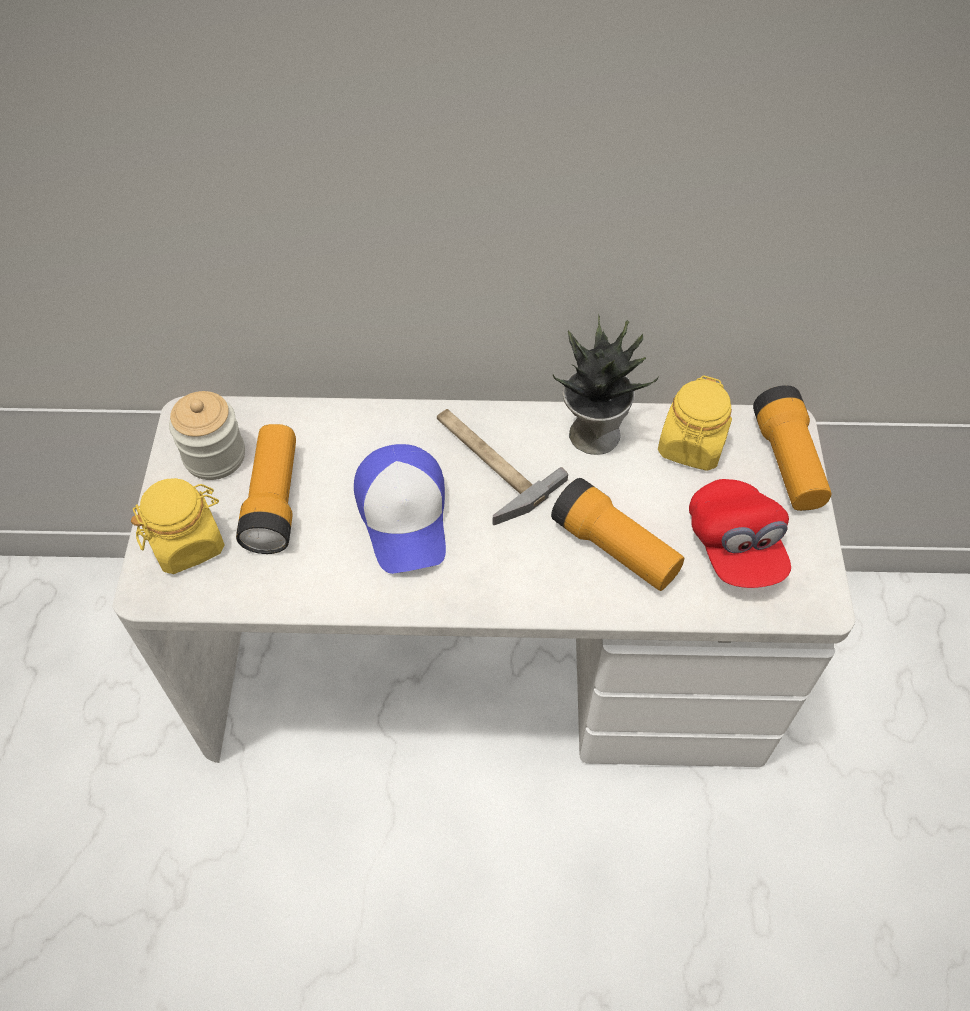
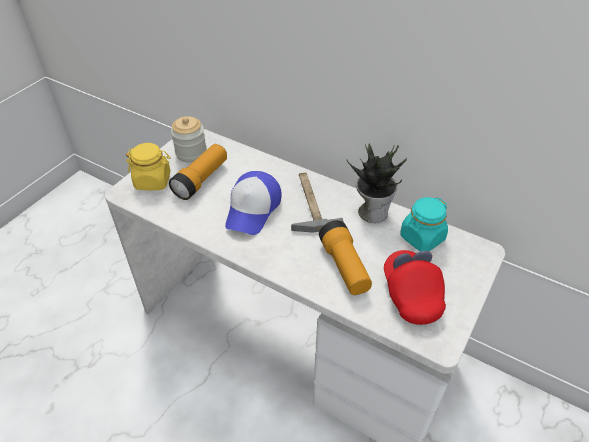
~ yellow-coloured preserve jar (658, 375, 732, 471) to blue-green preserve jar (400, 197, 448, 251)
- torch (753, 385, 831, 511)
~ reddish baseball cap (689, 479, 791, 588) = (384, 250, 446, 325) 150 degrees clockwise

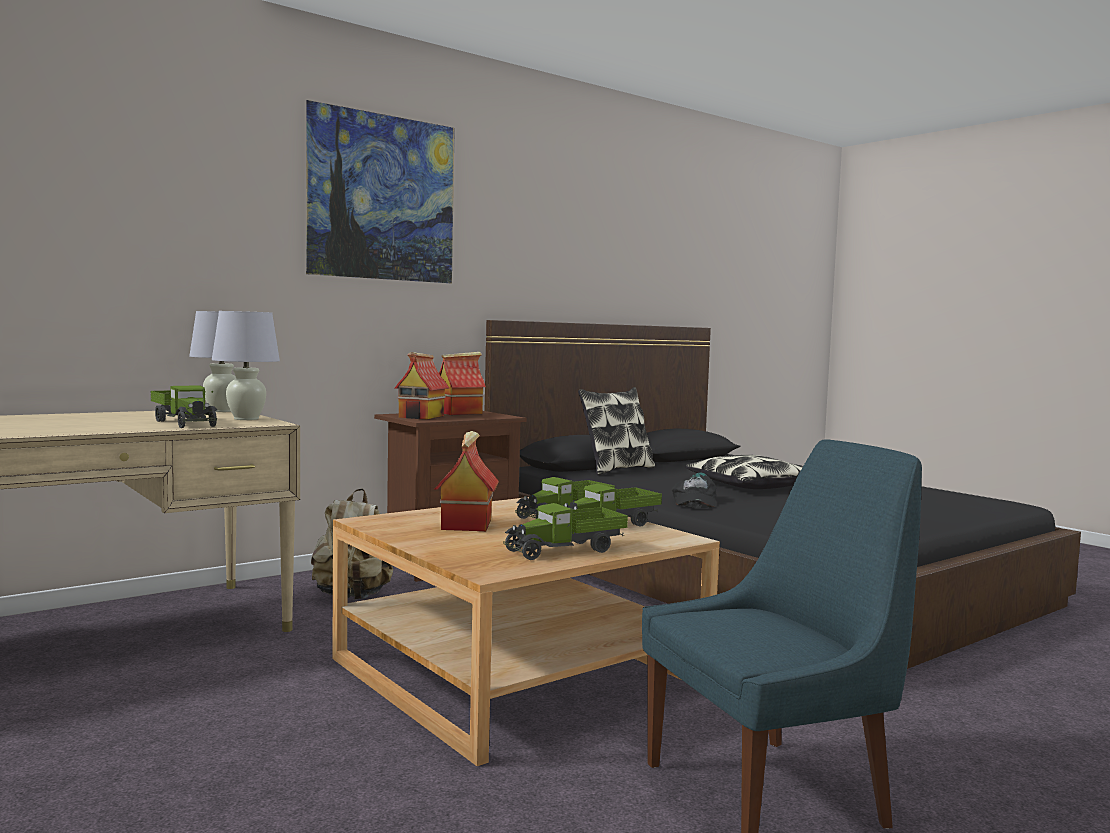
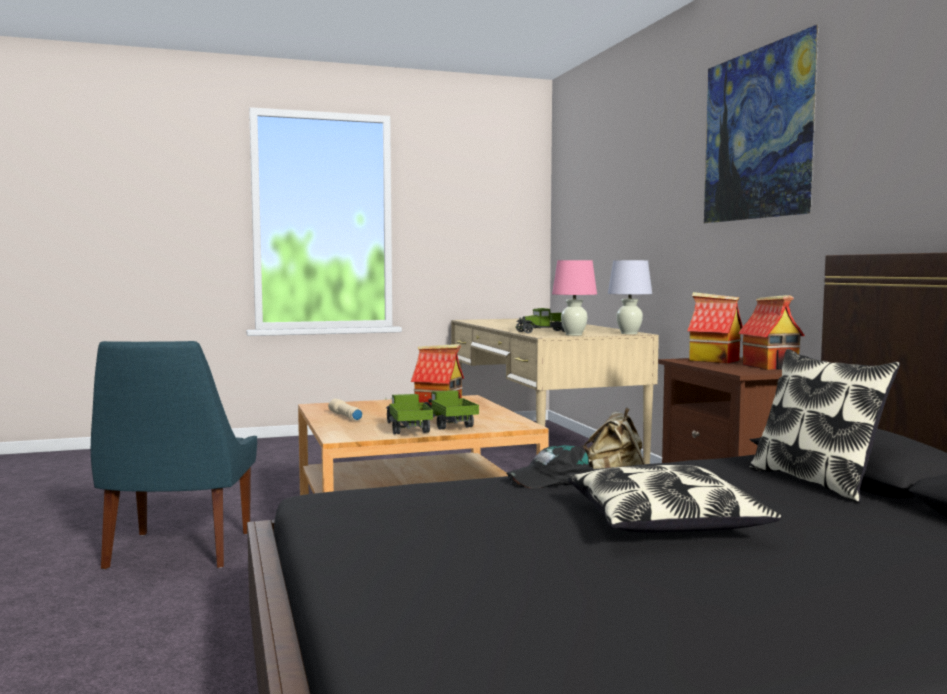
~ whitish table lamp (212, 311, 280, 420) to pink-coloured table lamp (552, 260, 597, 336)
~ black baseball cap (672, 472, 717, 508) = (507, 445, 593, 488) 45 degrees counterclockwise
~ toy truck (505, 503, 628, 560) to beige-coloured torch (328, 399, 363, 421)

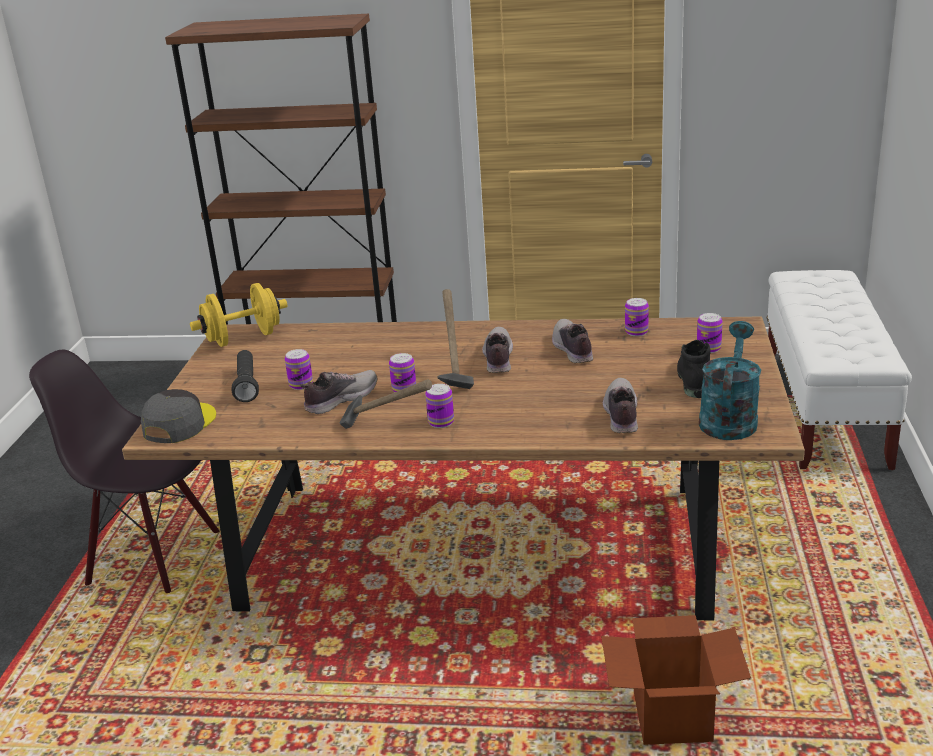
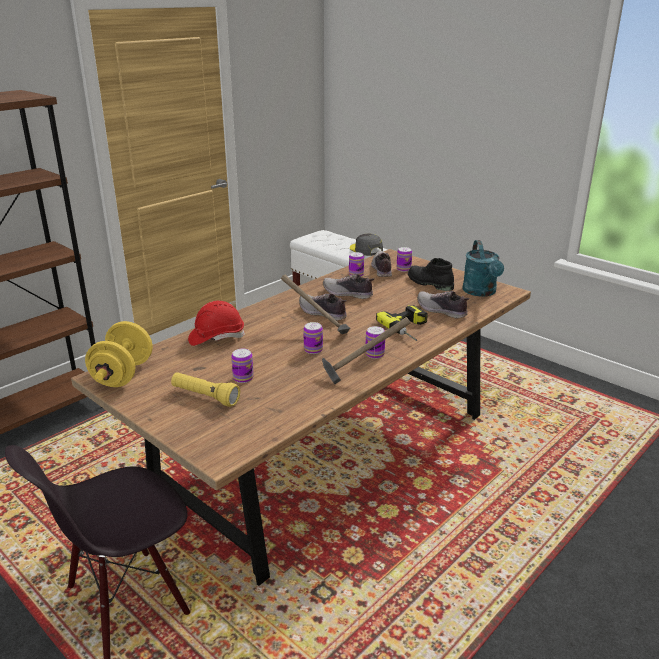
~ blue-green watering pot (699, 321, 761, 440) = (462, 240, 504, 297) 150 degrees counterclockwise
~ black torch (232, 350, 259, 402) to yellow-coloured torch (171, 372, 240, 407)
~ item of footwear (300, 370, 377, 414) to (371, 251, 392, 277)
~ gray baseball cap (141, 389, 216, 443) to (350, 234, 383, 256)
- cardboard box (601, 615, 751, 745)
+ reddish safety helmet (188, 301, 245, 346)
+ power drill (376, 305, 428, 341)

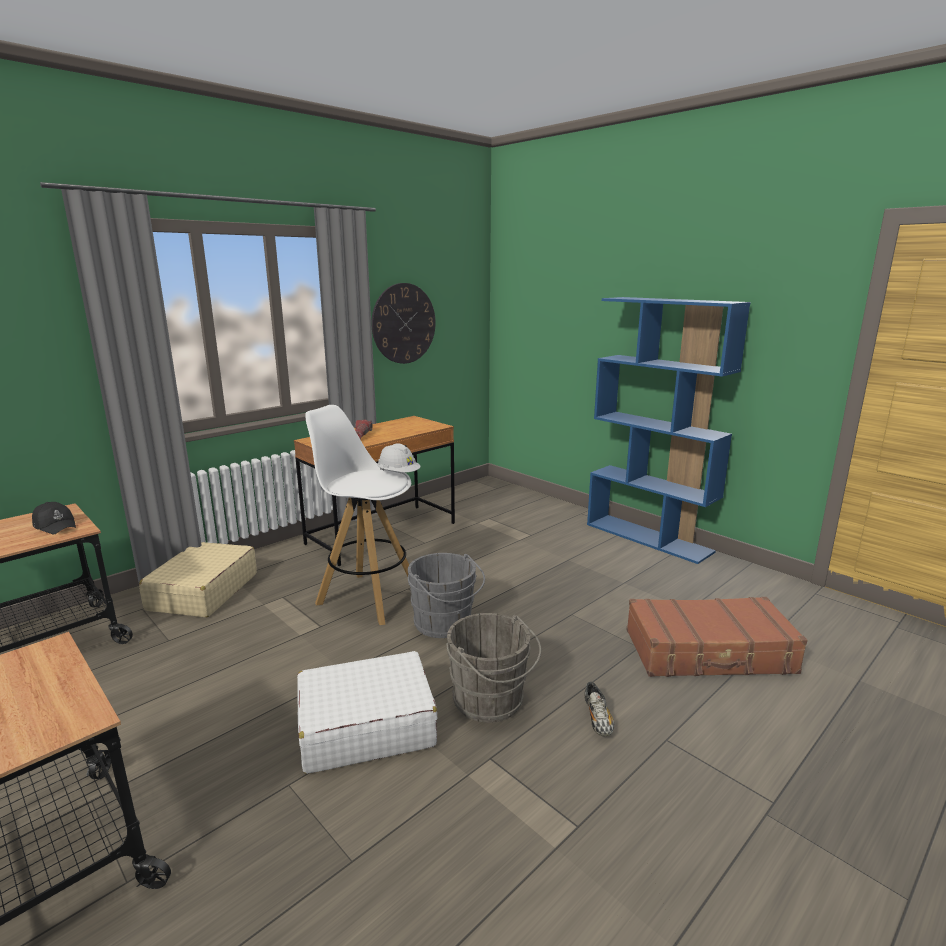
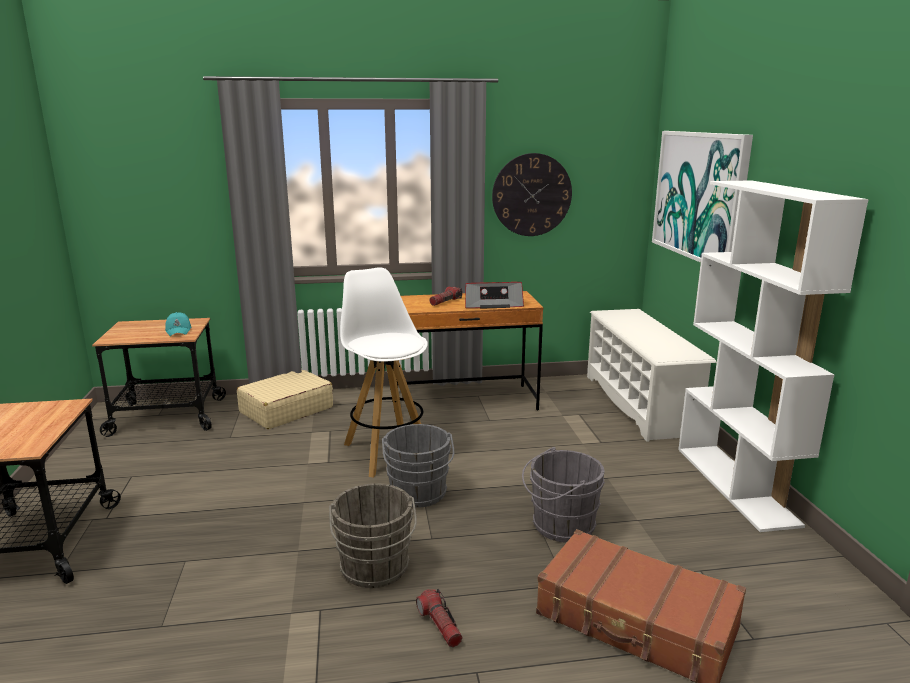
~ blue-coloured bookcase (587, 297, 751, 564) to whitish bookcase (678, 180, 869, 532)
- whitish safety helmet (377, 443, 421, 472)
~ black baseball cap (32, 502, 76, 534) to blue-green baseball cap (165, 312, 192, 336)
- whitish piece of luggage (297, 651, 437, 774)
~ item of footwear (584, 682, 614, 737) to torch (416, 589, 462, 647)
+ picture (652, 131, 753, 263)
+ radio set (465, 282, 524, 309)
+ whitish shoe shelf (587, 309, 717, 442)
+ gray bucket (522, 447, 605, 543)

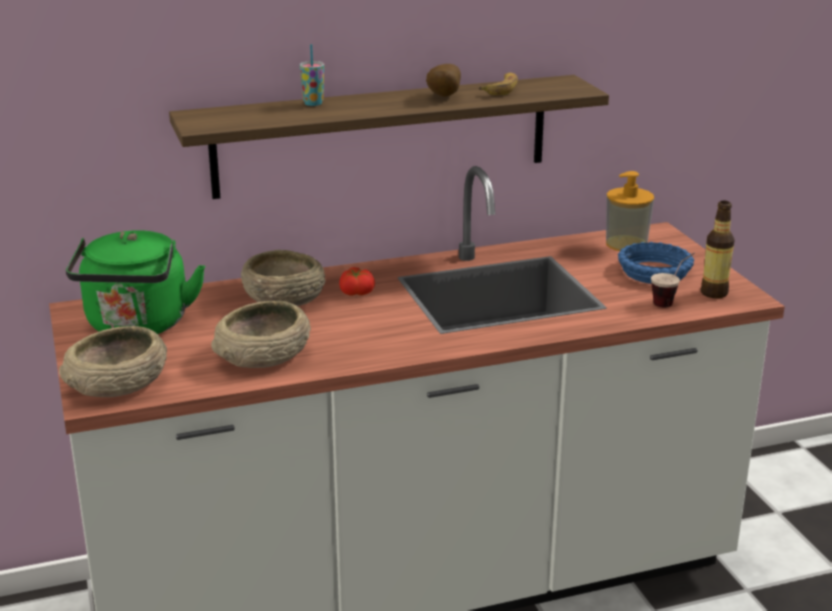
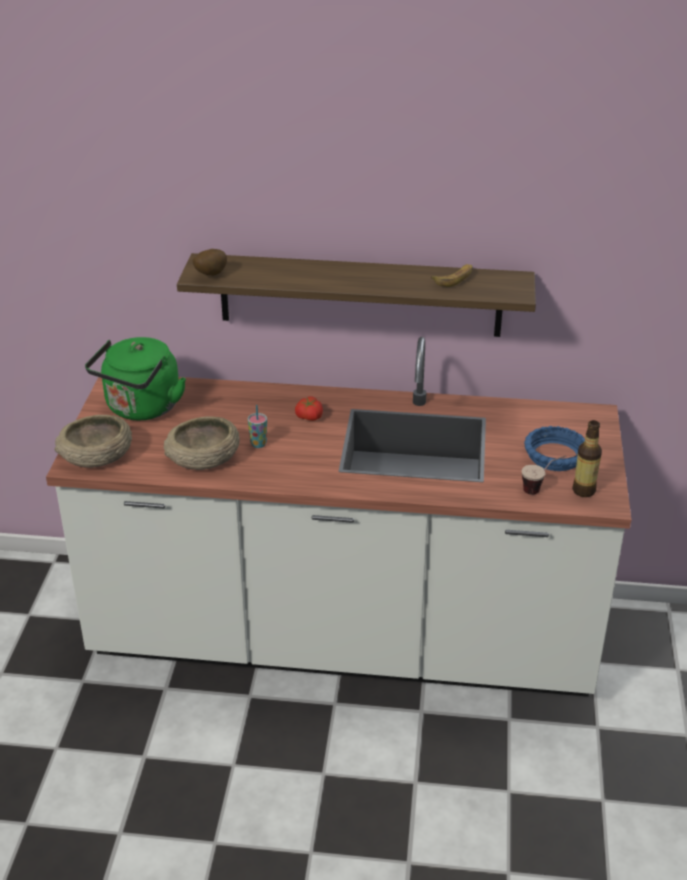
~ cup (300, 44, 324, 106) to (248, 405, 267, 448)
~ whole potato (426, 64, 461, 97) to (193, 249, 227, 276)
- liquid soap bottle (606, 171, 654, 251)
- beige-coloured serving bowl (241, 250, 325, 306)

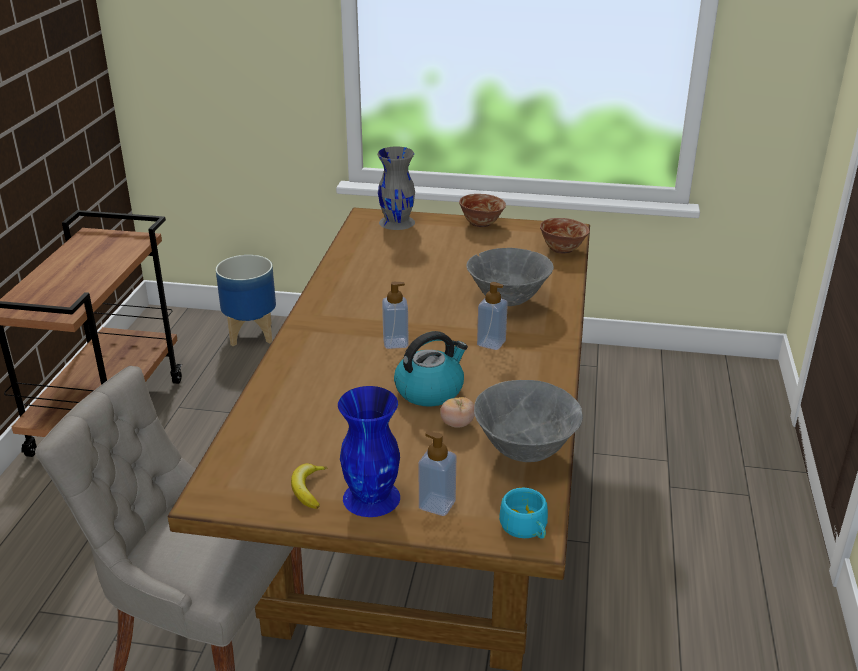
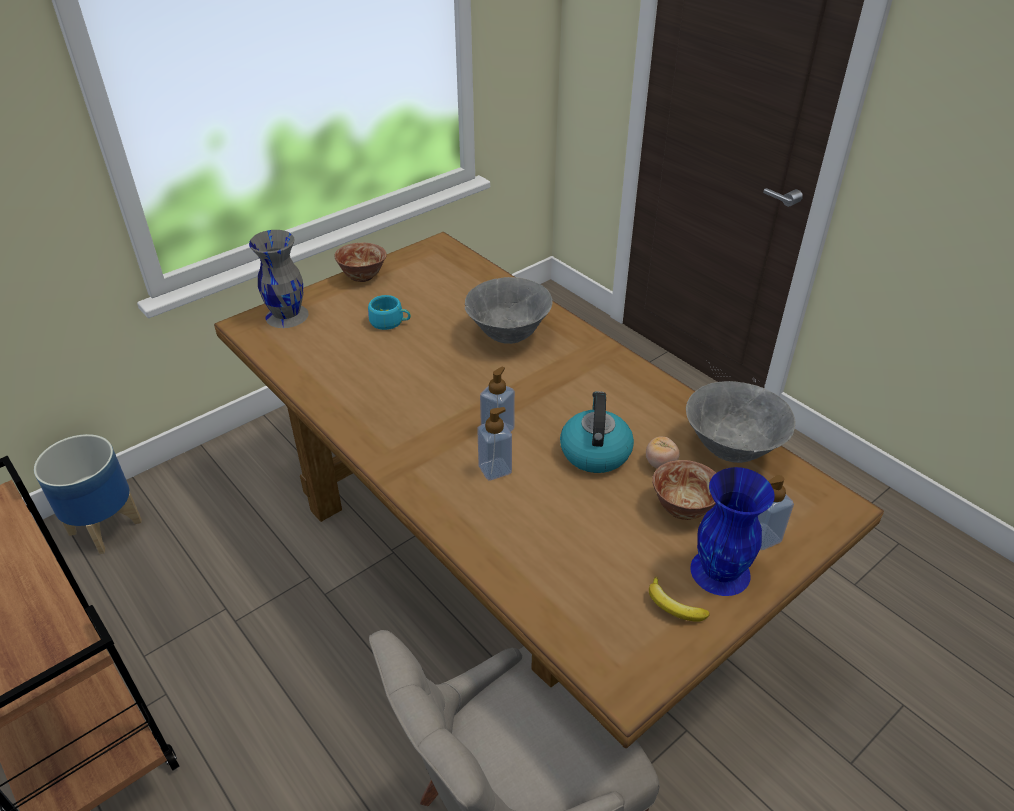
~ serving bowl (540, 218, 590, 254) to (652, 460, 716, 520)
~ liquid soap bottle (477, 282, 508, 350) to (477, 407, 512, 480)
~ blue-green cup (499, 488, 548, 539) to (368, 295, 411, 330)

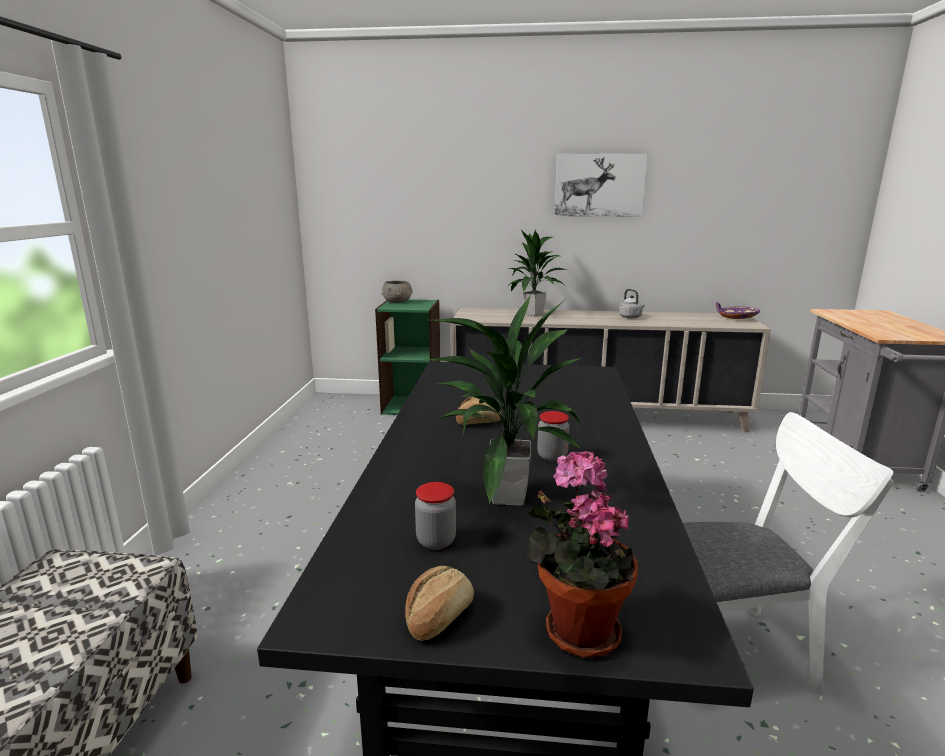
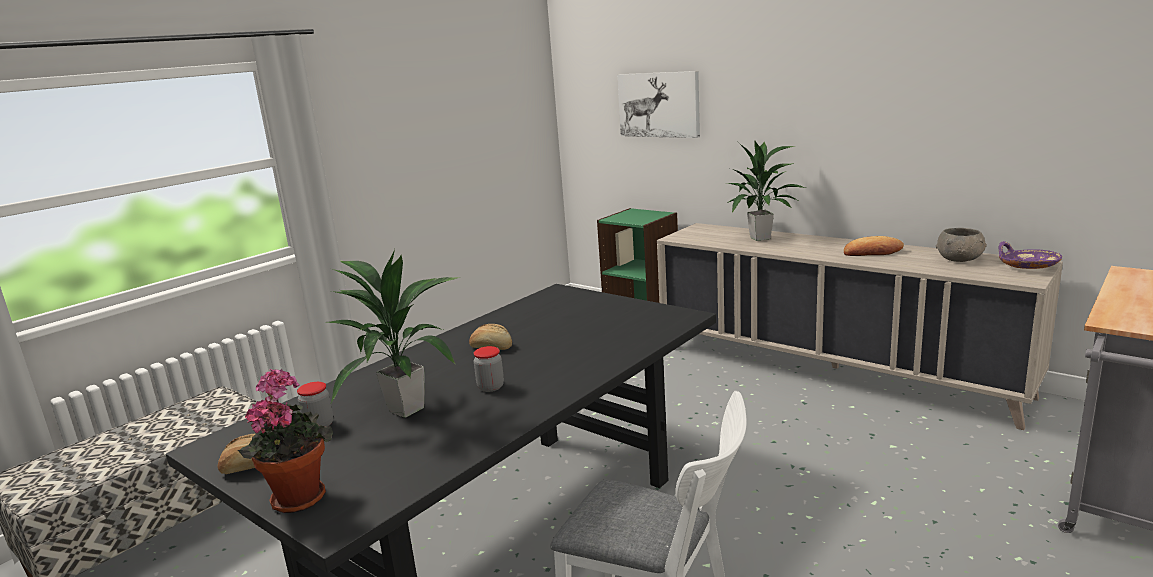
~ picture (554, 153, 648, 217) to (617, 71, 700, 138)
~ gray serving bowl (381, 280, 413, 303) to (936, 228, 987, 262)
~ gray kettle (619, 289, 644, 318) to bakery bread (844, 236, 904, 256)

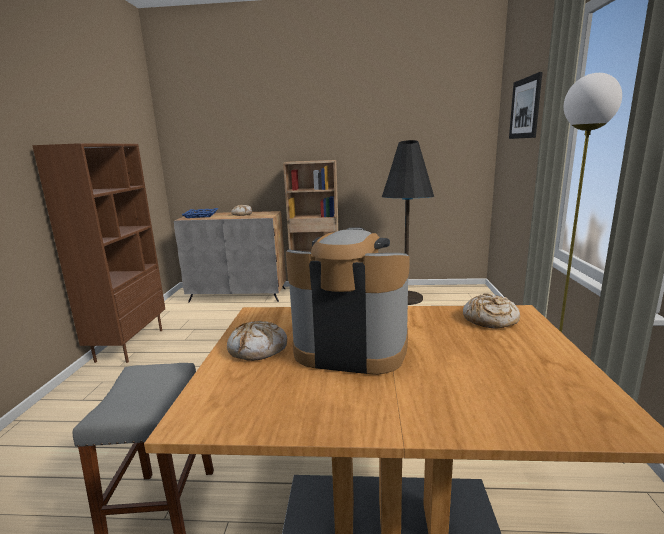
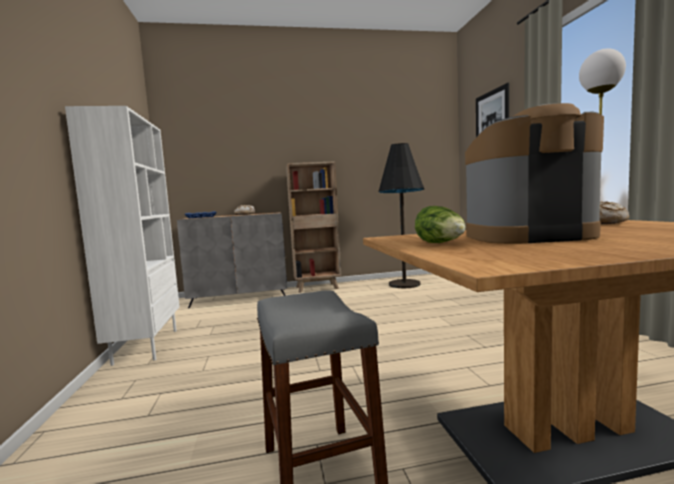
~ brown-coloured bookcase (32, 143, 165, 363) to whitish bookcase (65, 106, 180, 366)
~ bakery bread (227, 321, 287, 361) to lettuce head (415, 206, 466, 243)

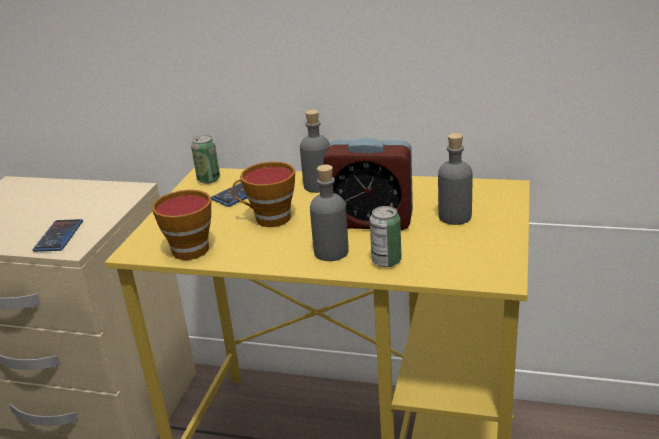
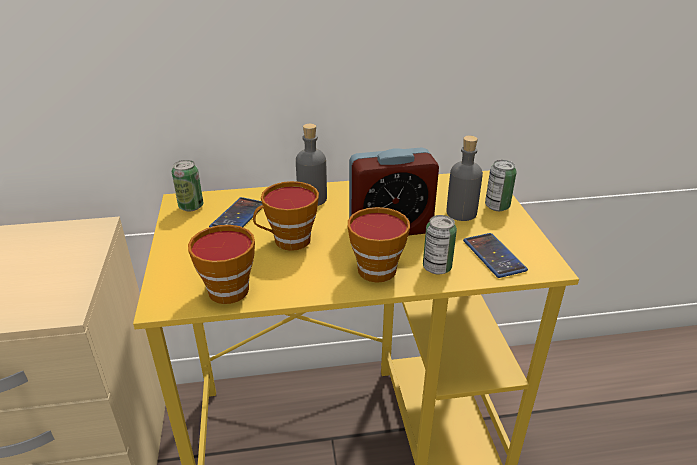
~ gray drink bottle (310, 165, 349, 261) to cup (348, 207, 410, 283)
~ telephone (33, 219, 83, 252) to (463, 233, 528, 278)
+ metal can (485, 160, 517, 211)

